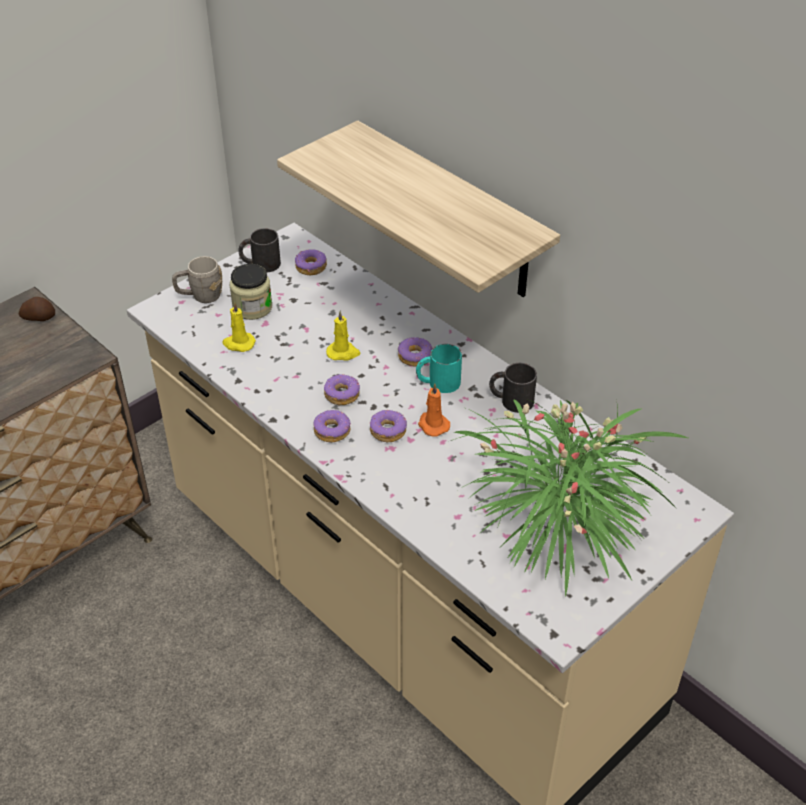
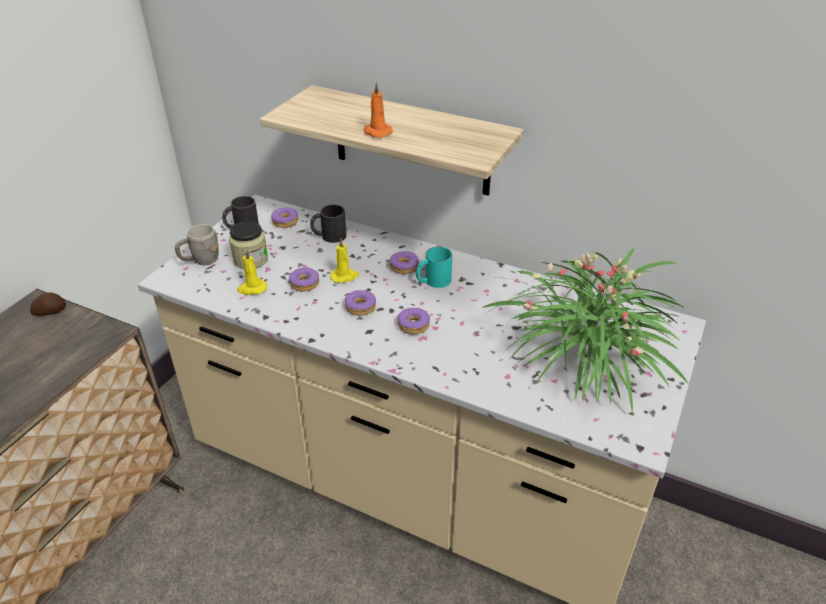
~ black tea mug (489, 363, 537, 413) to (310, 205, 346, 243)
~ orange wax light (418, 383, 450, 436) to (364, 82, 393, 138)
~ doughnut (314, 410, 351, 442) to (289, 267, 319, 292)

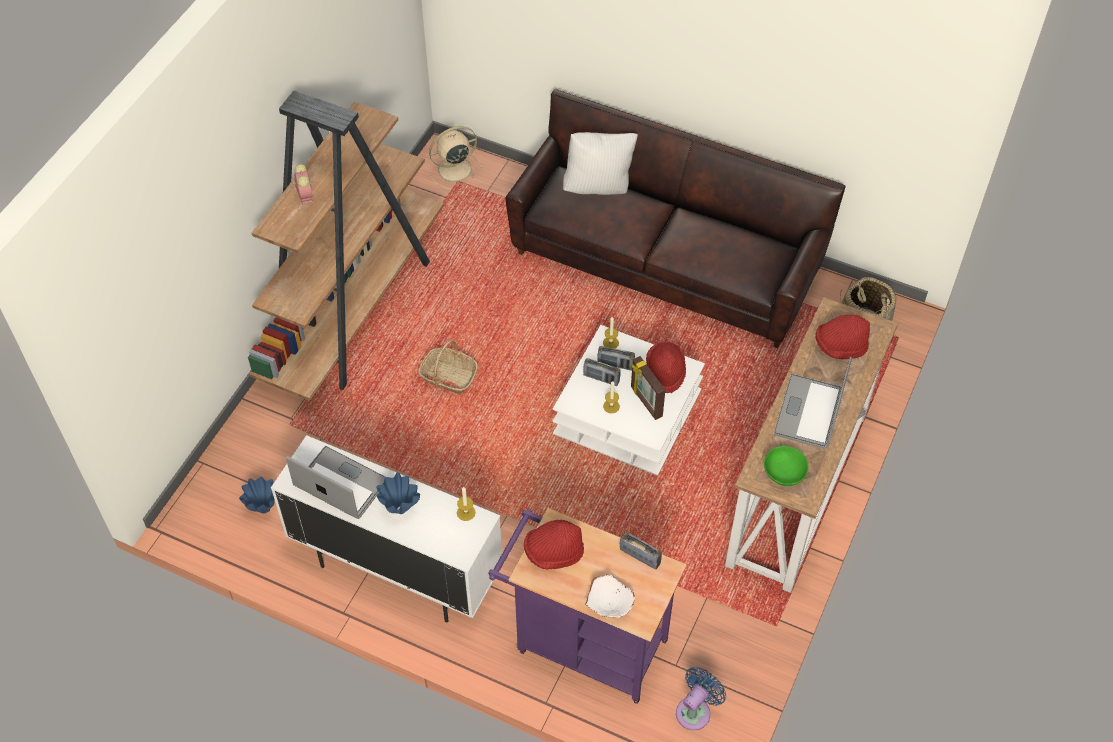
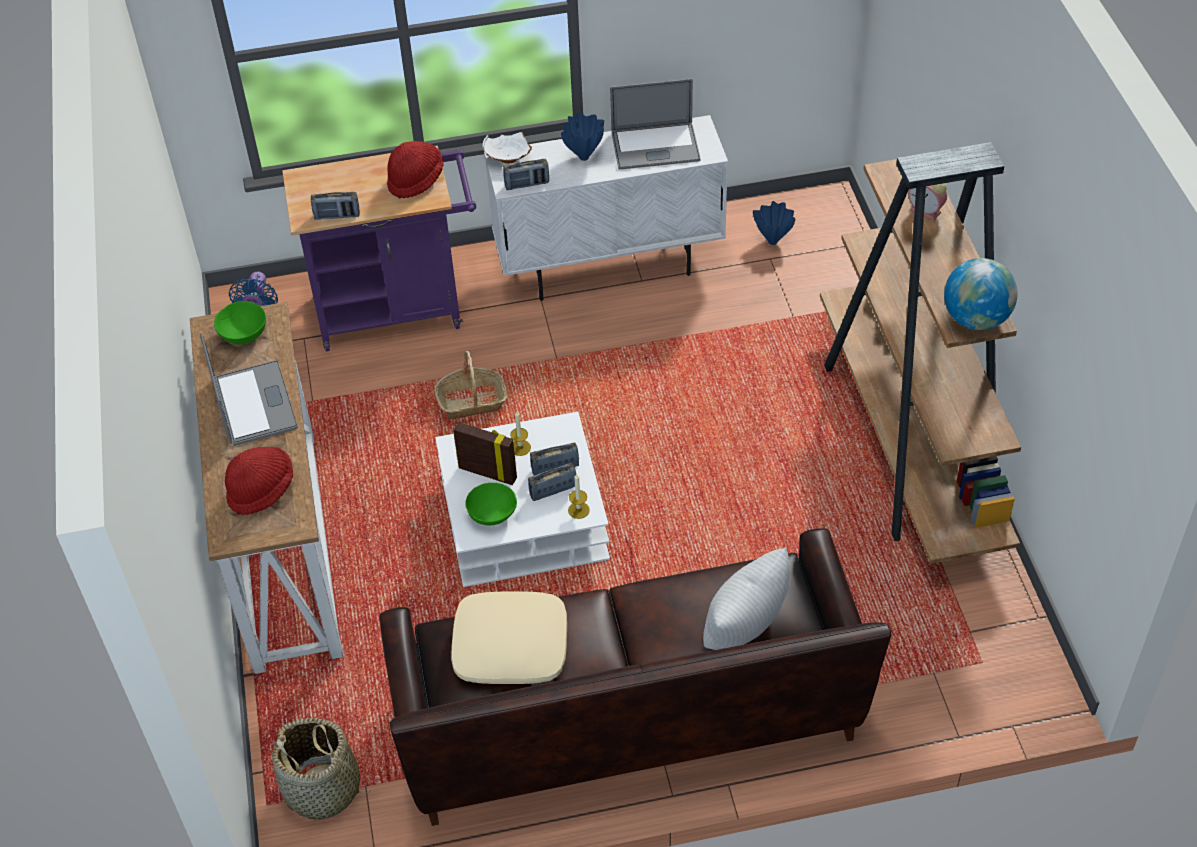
- beige-coloured electric fan (429, 126, 483, 190)
~ household basket (418, 340, 478, 394) to (434, 350, 508, 419)
~ reddish wearable hat (646, 341, 686, 393) to green-coloured serving bowl (465, 483, 517, 525)
~ wax light (457, 487, 476, 521) to radio set (503, 159, 549, 190)
~ whitish serving bowl (585, 574, 635, 618) to (483, 132, 532, 164)
+ desk globe (944, 258, 1018, 330)
+ beige-coloured pillow (451, 592, 567, 684)

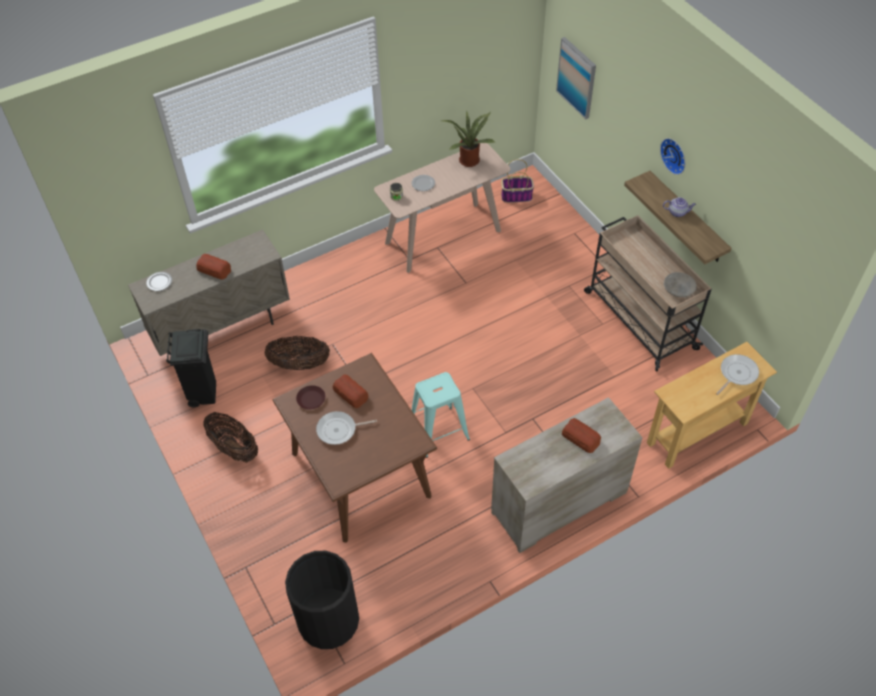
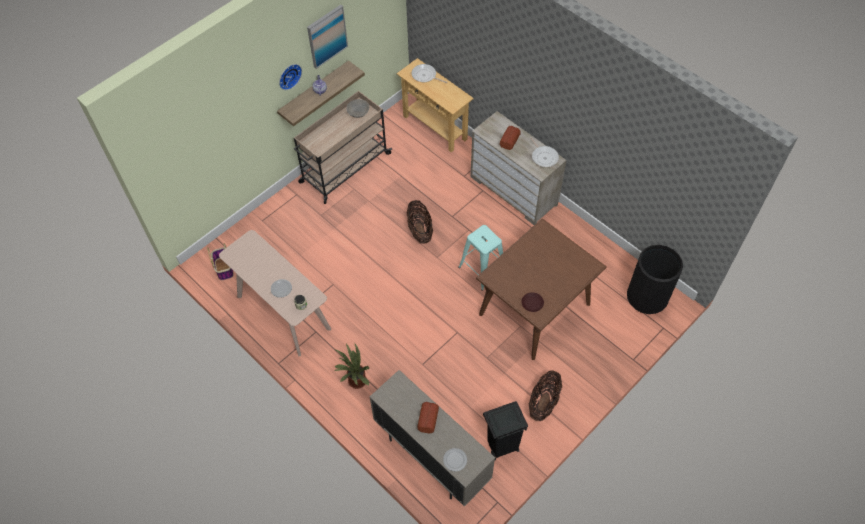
~ picture (556, 37, 596, 119) to (307, 5, 348, 69)
~ potted plant (442, 111, 496, 167) to (334, 344, 369, 389)
~ household basket (265, 336, 330, 370) to (406, 200, 433, 244)
- bakery bread (332, 374, 368, 408)
~ frying pan (316, 411, 377, 445) to (530, 137, 559, 167)

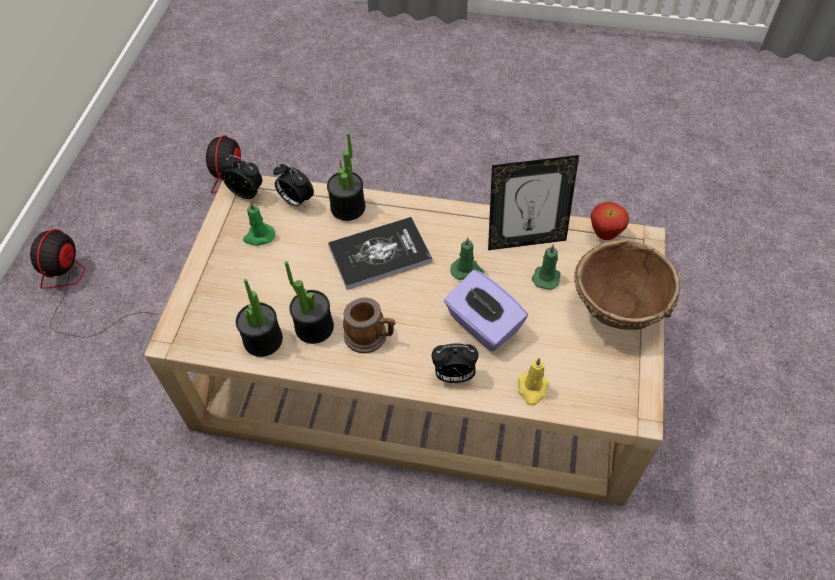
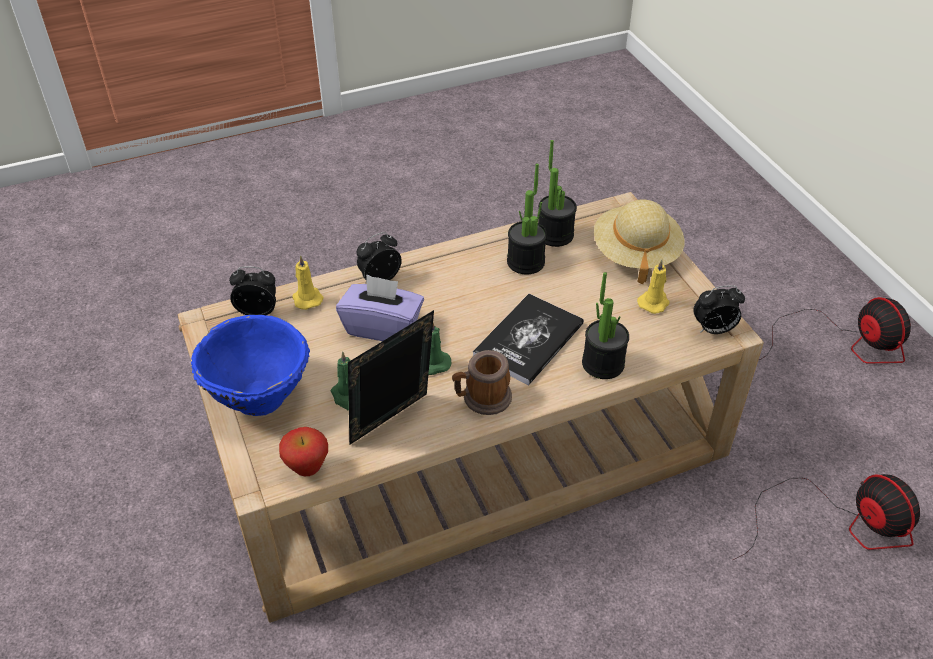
~ bedside clock (273, 163, 314, 207) to (229, 266, 276, 315)
~ green-coloured wax light (243, 202, 275, 246) to yellow-coloured wax light (637, 259, 670, 314)
~ brown-coloured serving bowl (574, 240, 681, 330) to blue-coloured serving bowl (191, 315, 310, 416)
~ tea mug (343, 298, 395, 353) to (452, 350, 512, 415)
+ beige-coloured wearable hat (594, 200, 684, 284)

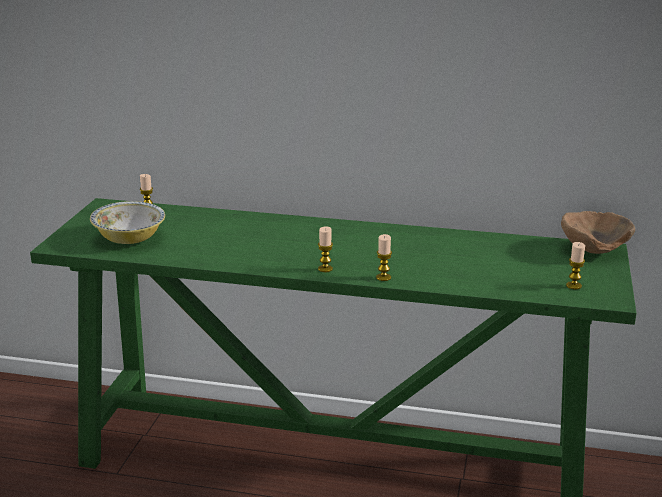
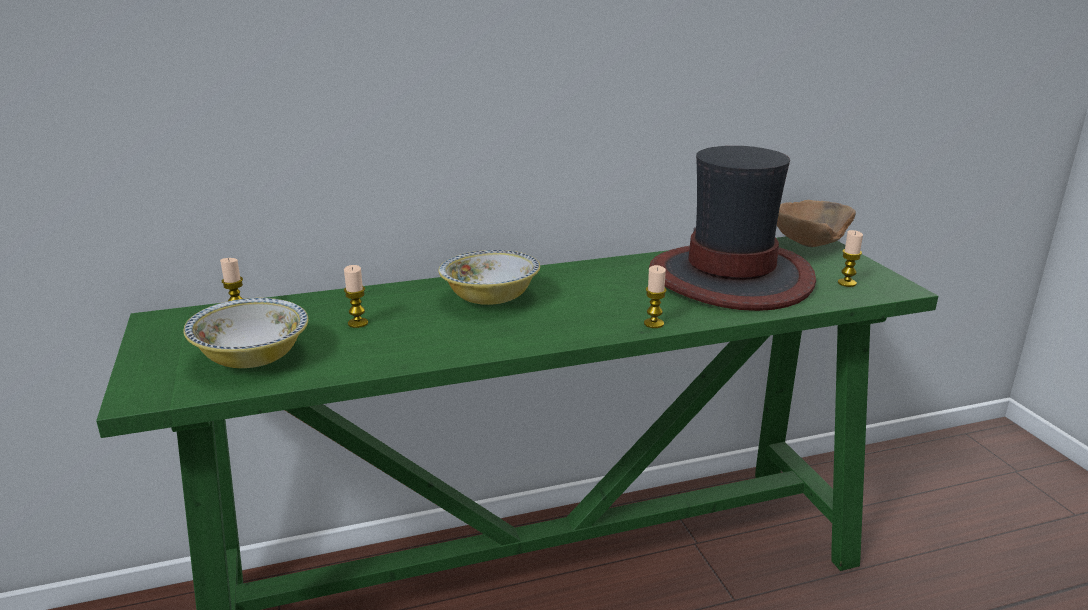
~ wax light (318, 226, 333, 272) to (344, 265, 368, 328)
+ wearable hat (649, 146, 816, 311)
+ serving bowl (439, 250, 540, 305)

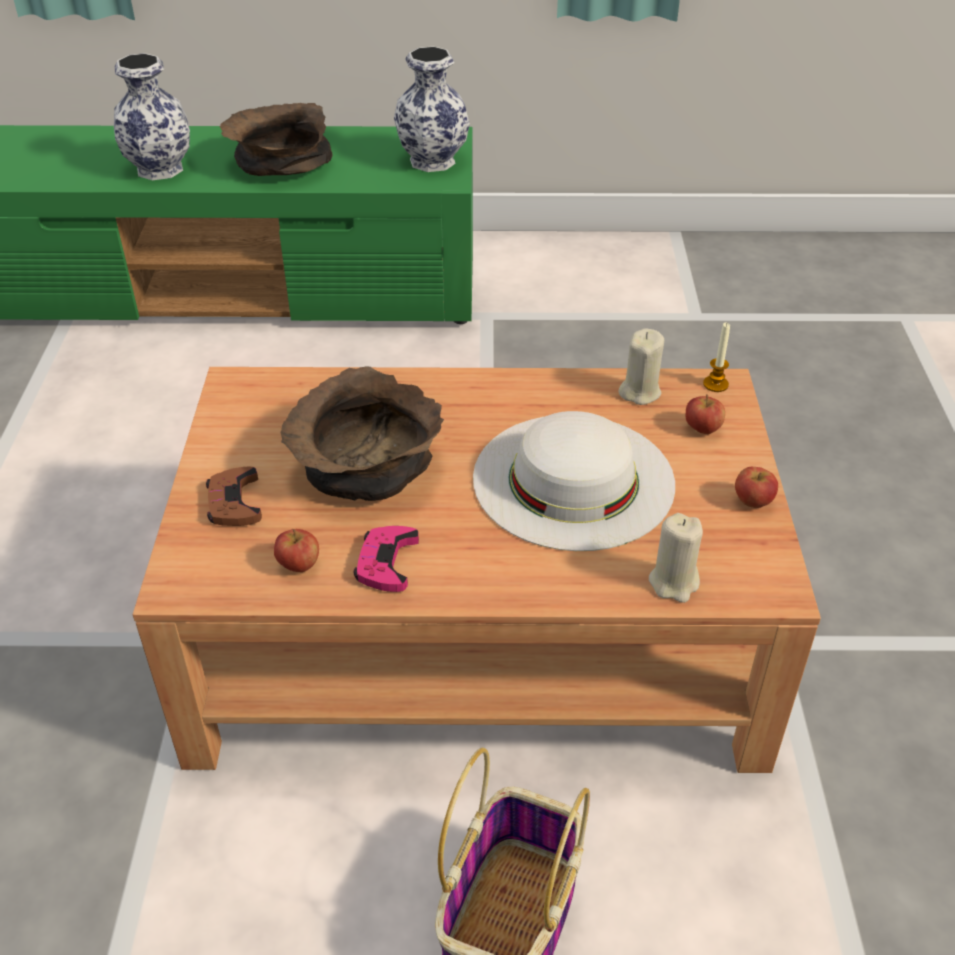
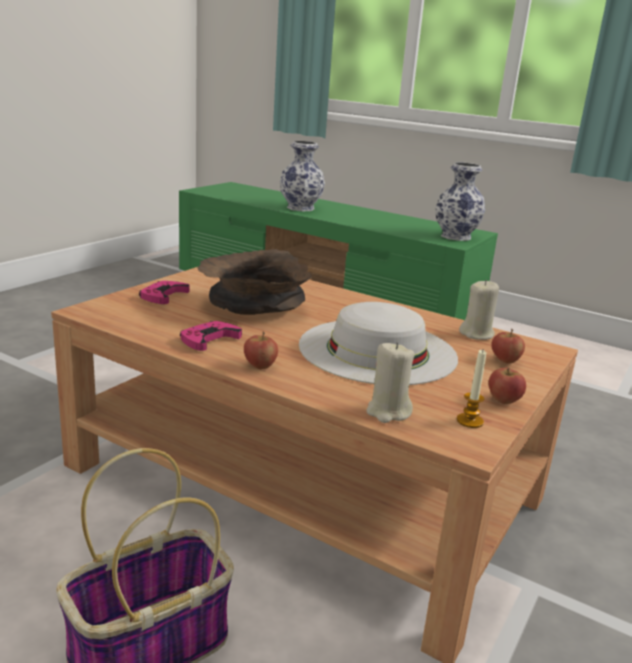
- brown-coloured serving bowl (220, 103, 332, 176)
~ wax light (703, 322, 730, 392) to (457, 350, 486, 428)
~ brown-coloured joypad (206, 466, 262, 526) to pink-coloured joypad (139, 281, 190, 304)
~ apple (274, 529, 319, 572) to (244, 332, 278, 369)

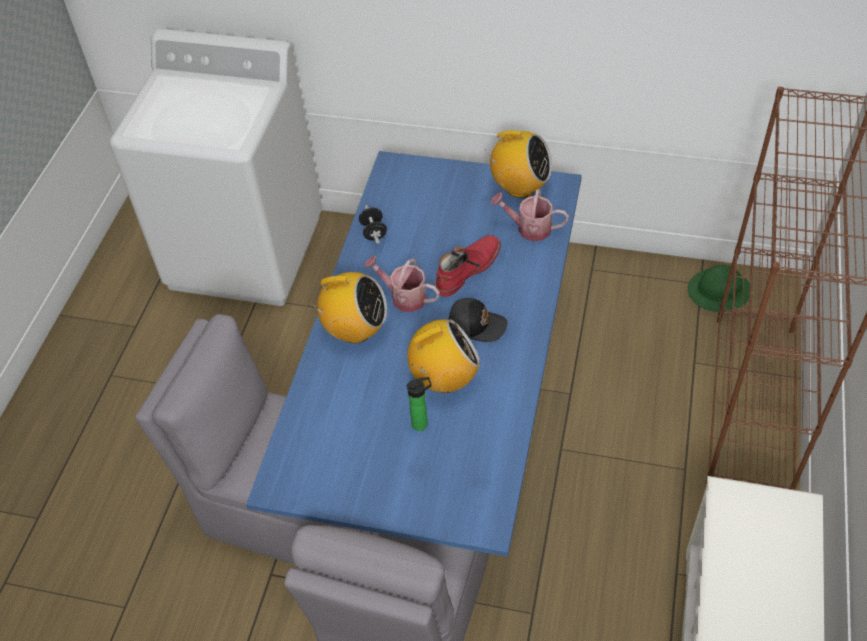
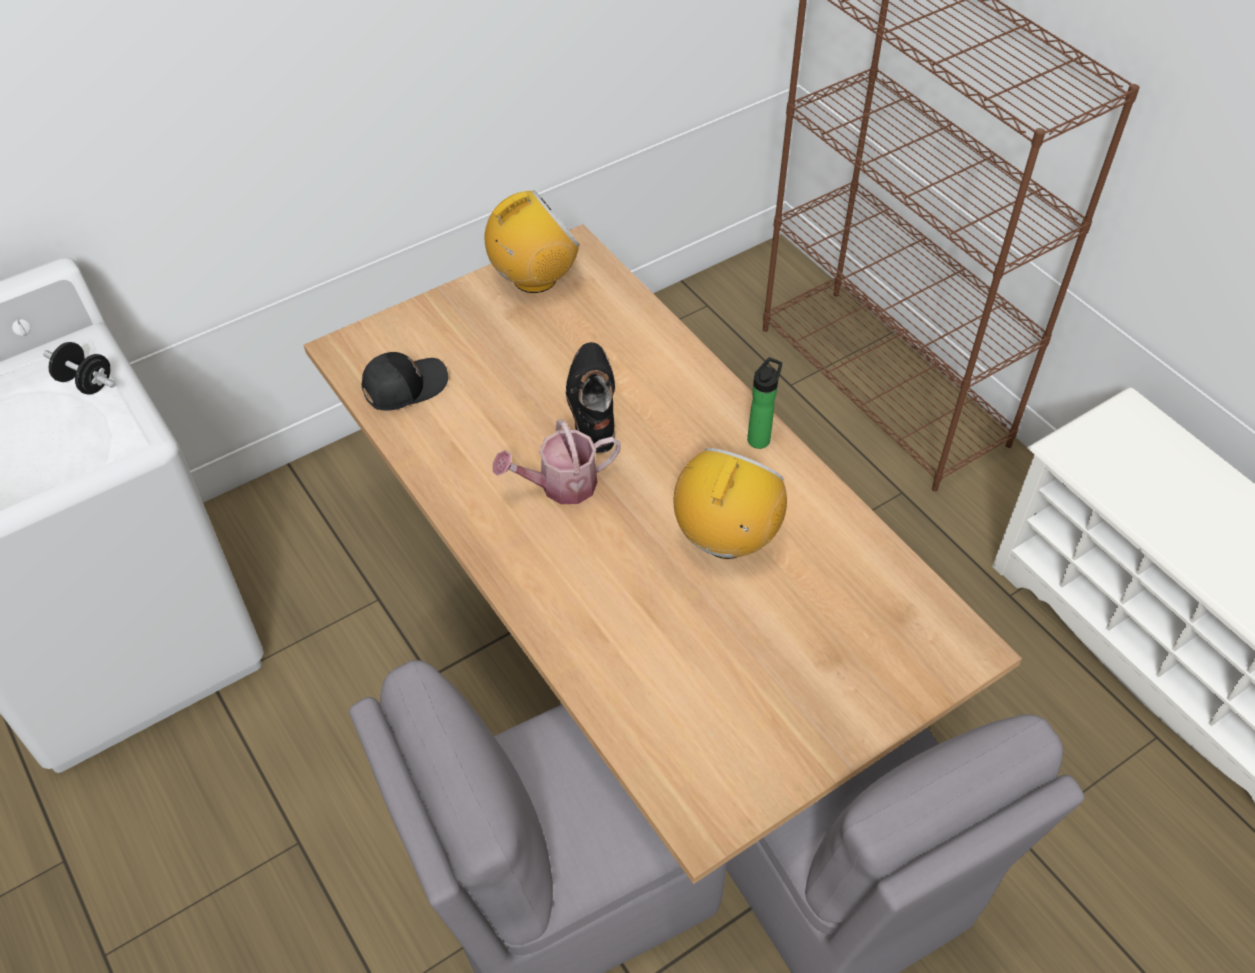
~ blue-coloured dining table (246, 151, 582, 557) to beige-coloured dining table (304, 224, 1022, 884)
- watering pot (490, 189, 569, 241)
~ black free weight (359, 205, 387, 244) to (43, 342, 116, 395)
~ reddish tall boot (434, 235, 501, 297) to black tall boot (566, 342, 615, 453)
- green-coloured safety helmet (687, 265, 750, 312)
- radio set (308, 272, 387, 343)
~ black baseball cap (448, 298, 507, 342) to (361, 352, 448, 411)
~ drink bottle (407, 377, 432, 431) to (747, 357, 782, 449)

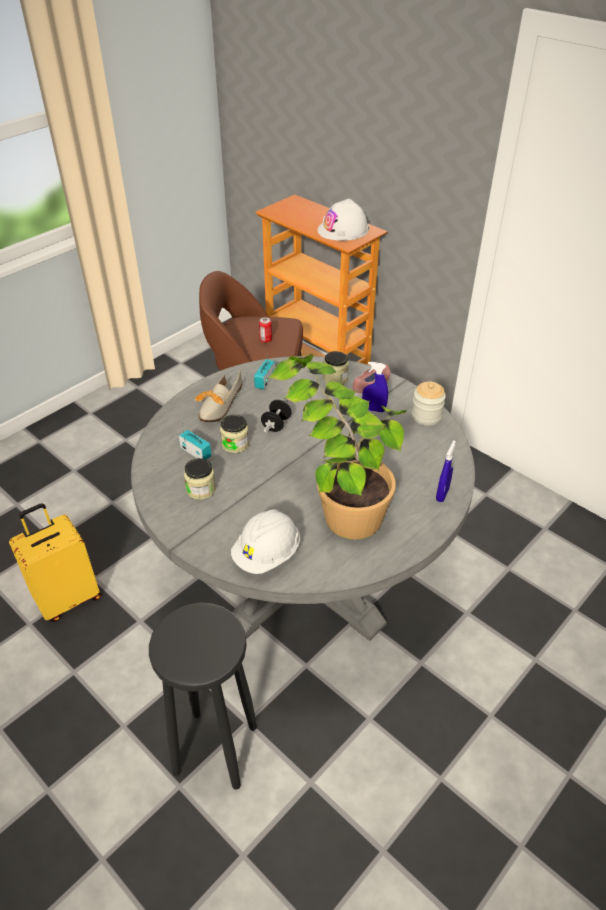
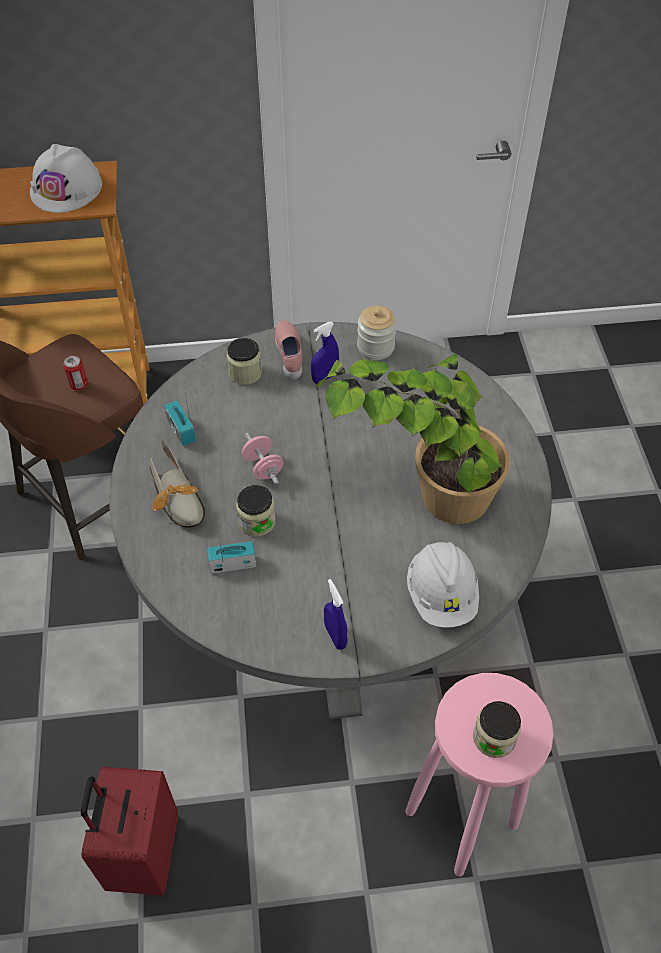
~ black free weight (261, 399, 292, 433) to pink-coloured free weight (242, 432, 283, 485)
~ blue-coloured spray bottle (436, 440, 456, 502) to (324, 579, 348, 650)
~ preserve jar (184, 458, 216, 500) to (473, 701, 521, 758)
~ yellow-coloured piece of luggage (9, 503, 101, 622) to reddish piece of luggage (81, 767, 178, 896)
~ black stool seat (149, 603, 257, 790) to pink-coloured stool seat (405, 673, 554, 877)

